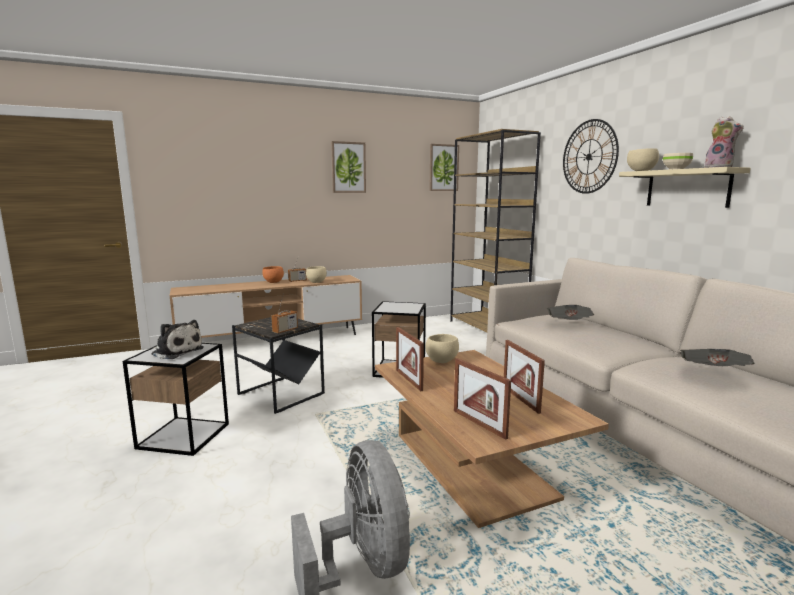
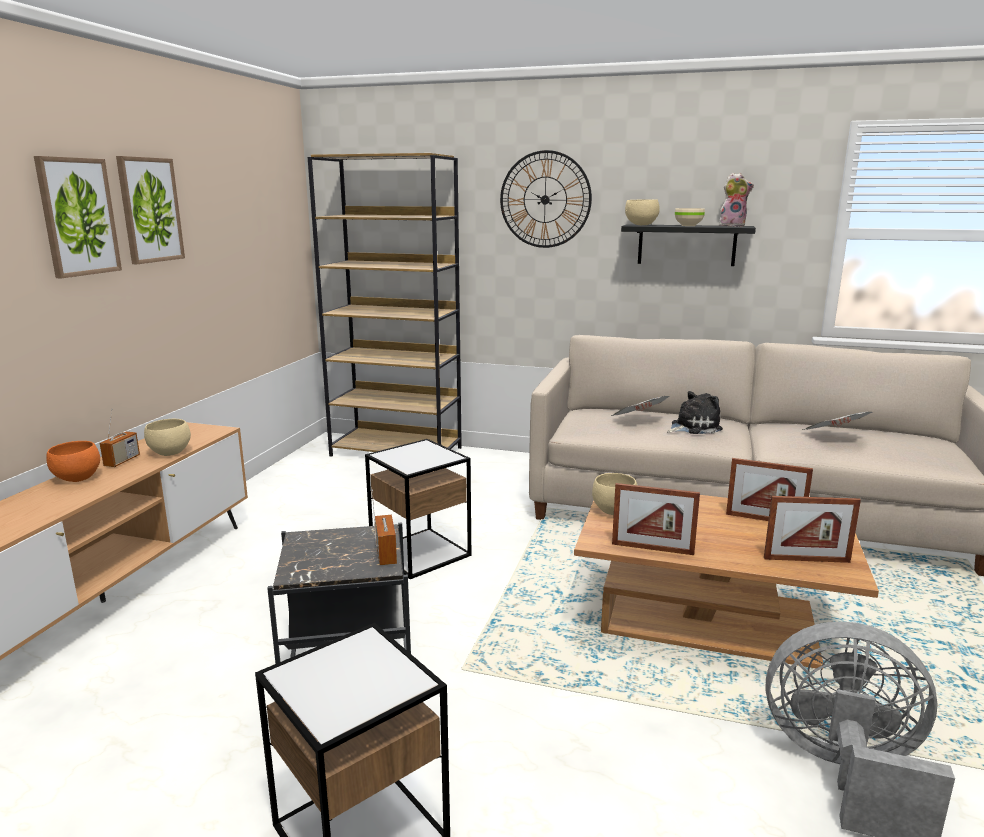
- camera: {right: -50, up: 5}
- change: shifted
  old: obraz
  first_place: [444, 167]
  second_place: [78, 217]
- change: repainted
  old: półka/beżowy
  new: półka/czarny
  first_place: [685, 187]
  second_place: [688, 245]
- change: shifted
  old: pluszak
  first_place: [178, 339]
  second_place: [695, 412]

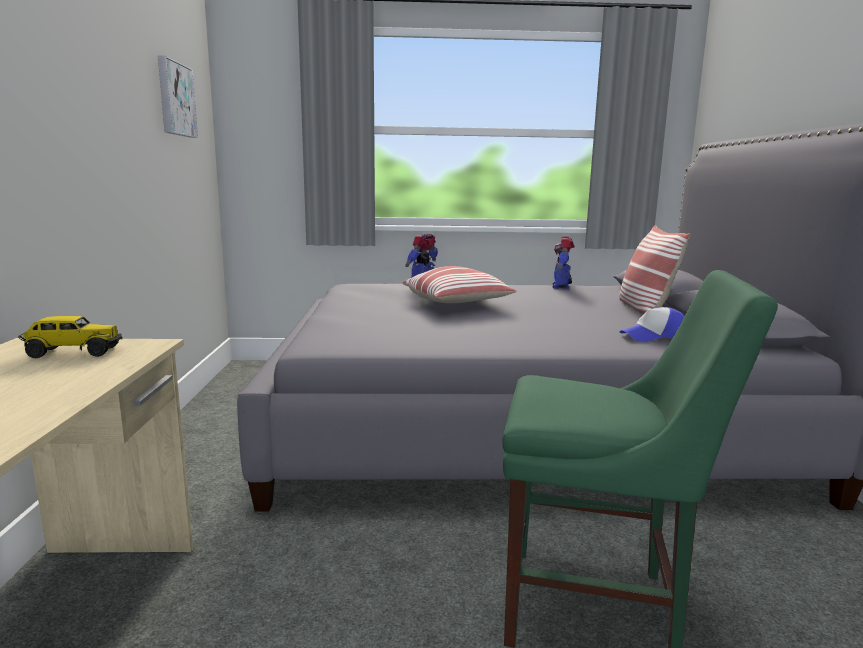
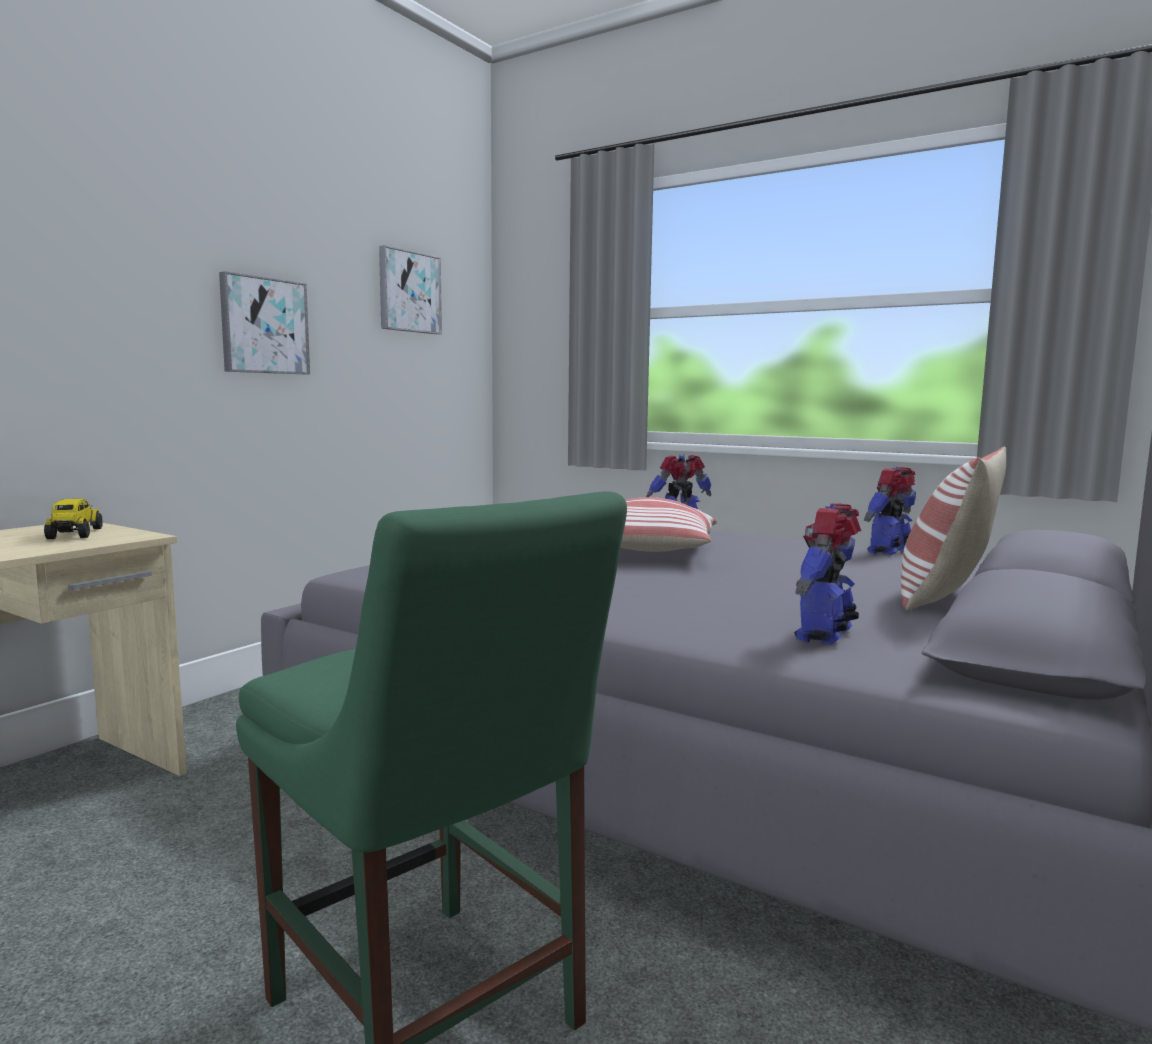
- camera: {right: 35, up: -5}
- change: rotated
  old: ciężarówka zabawkowa
  first_place: [70, 337]
  second_place: [73, 519]
  degrees: -135
- change: new
  new: obraz
  second_place: [264, 322]
- change: swapped
  old: czapka z daszkiem
  new: robot zabawkowy
  first_place: [652, 324]
  second_place: [827, 574]

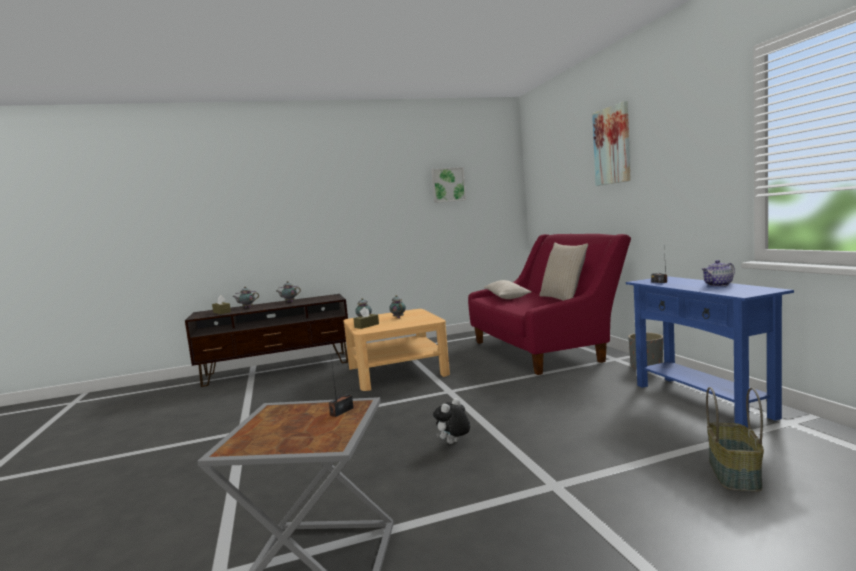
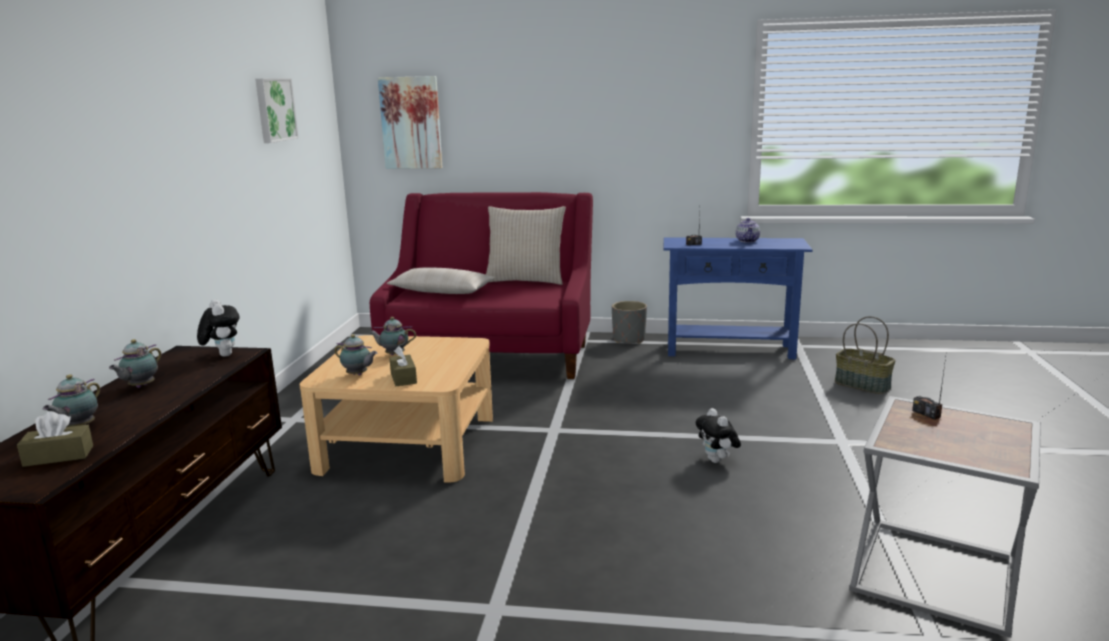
- camera: {right: -65, up: 10}
- change: new
  new: pluszak
  second_place: [218, 328]
- change: shifted
  old: obraz
  first_place: [611, 143]
  second_place: [410, 122]

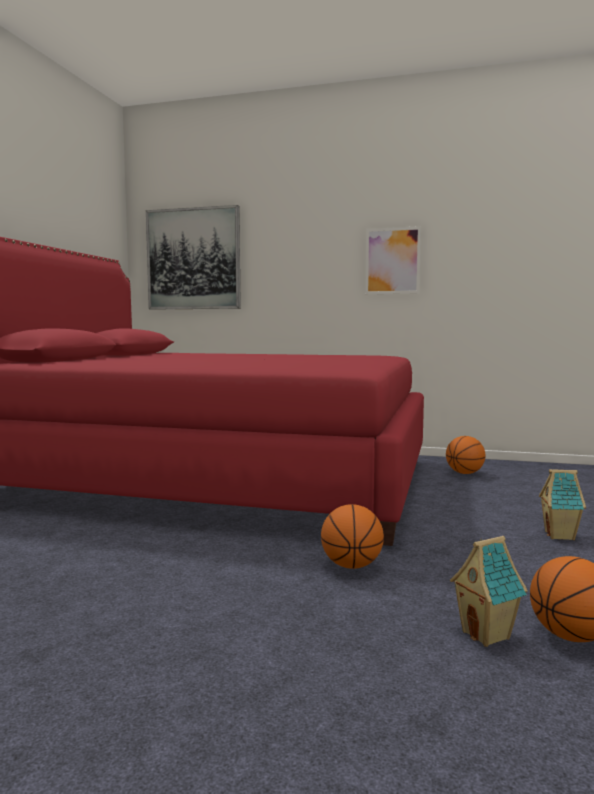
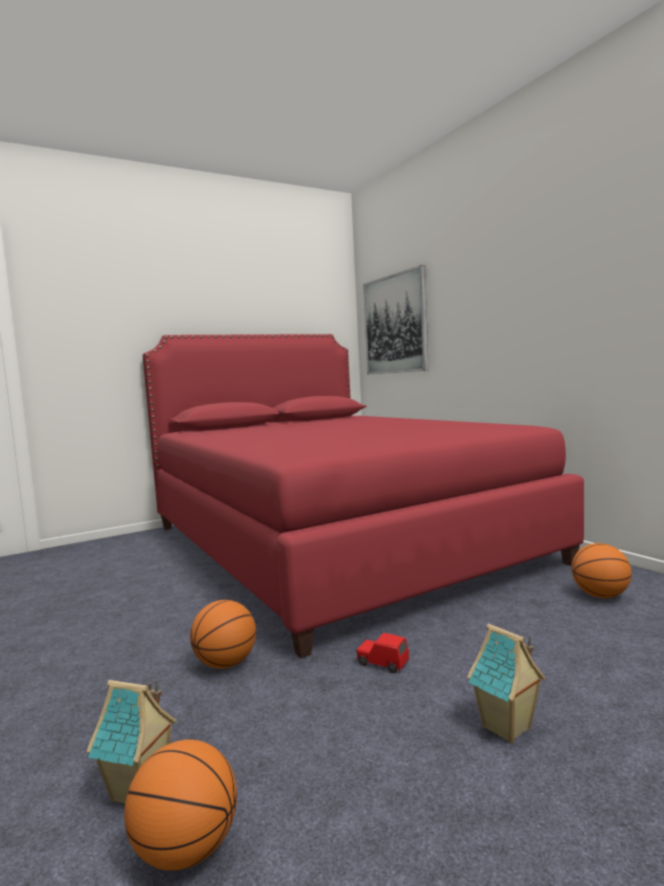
- camera: {right: 45, up: 0}
- change: new
  new: samochodzik/czerwony
  second_place: [382, 653]
- change: gone
  old: obraz
  first_place: [393, 260]

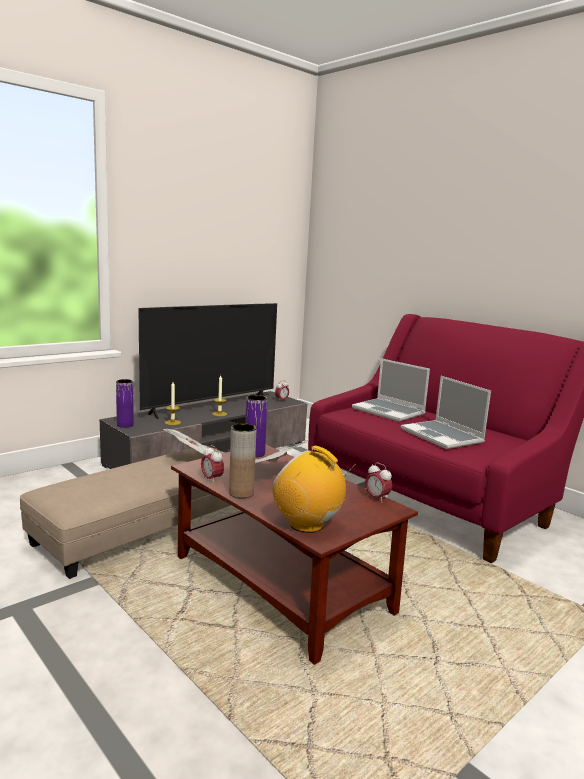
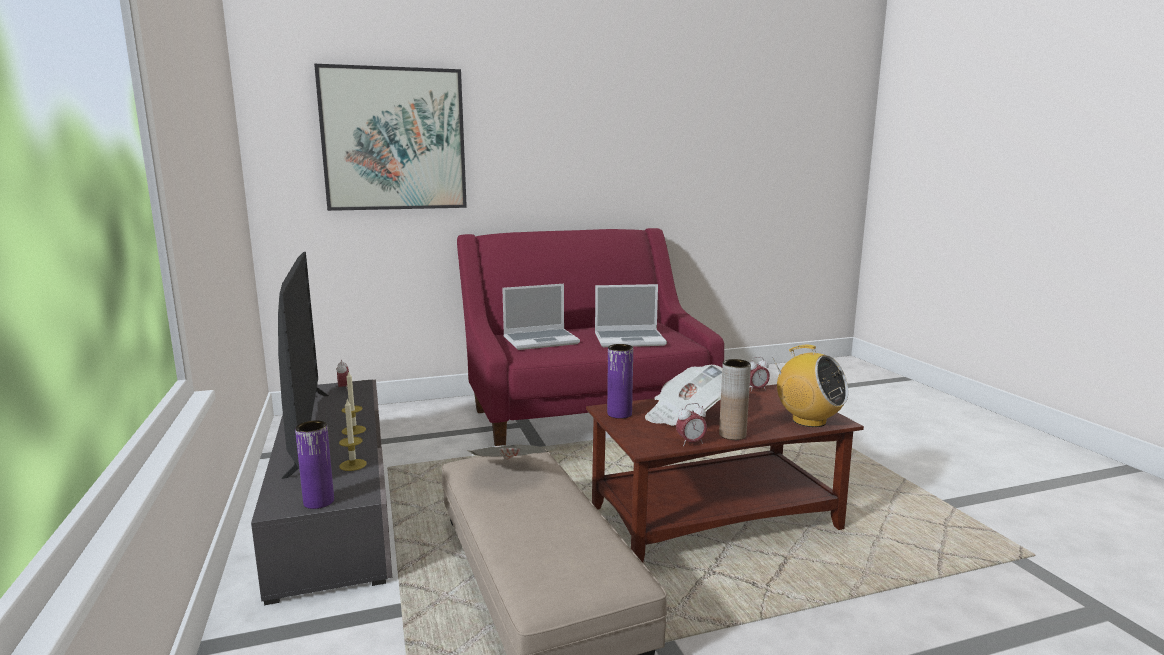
- camera: {right: -65, up: 0}
- change: new
  new: obraz
  second_place: [390, 137]
- change: rotated
  old: radio
  first_place: [314, 489]
  second_place: [810, 386]
  degrees: -105

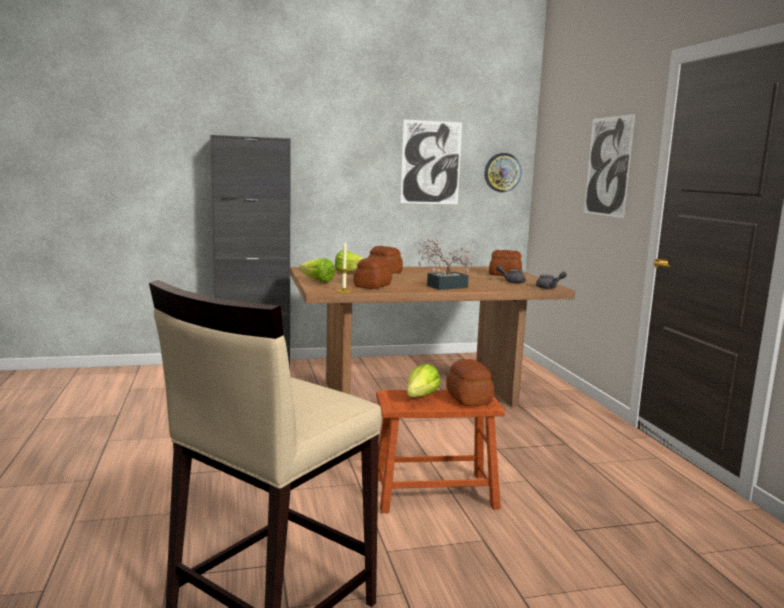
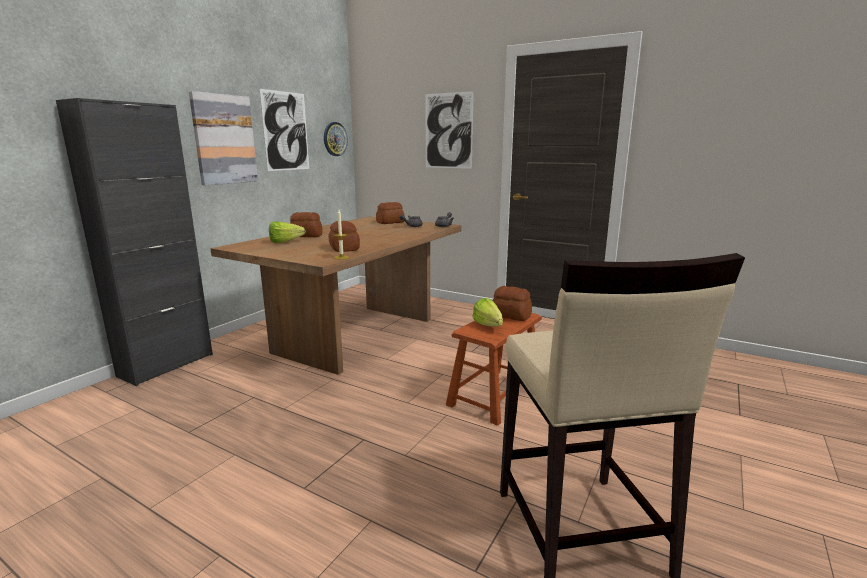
- camera: {right: -45, up: 5}
- change: new
  new: obraz
  second_place: [223, 138]
- change: gone
  old: sałata
  first_place: [317, 270]
- change: gone
  old: roślina doniczkowa
  first_place: [445, 264]

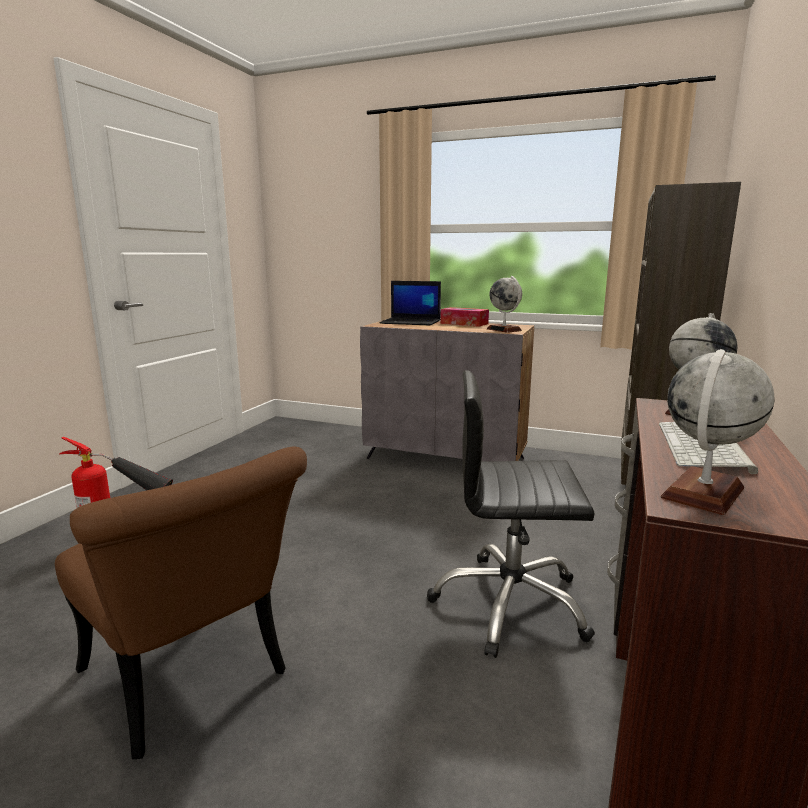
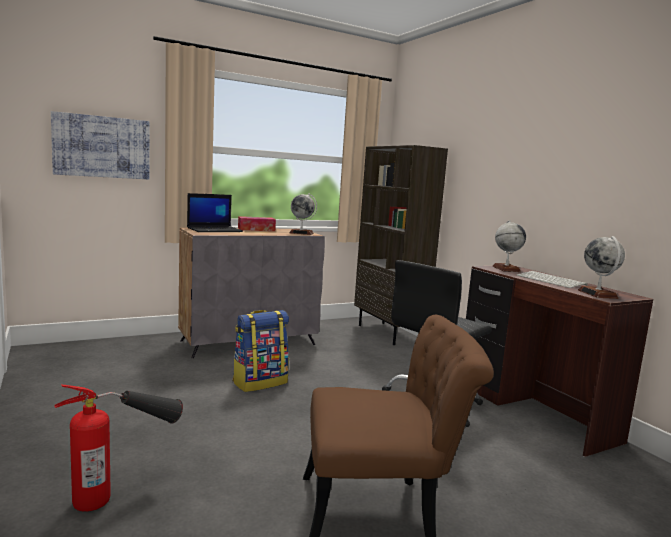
- camera: {right: -50, up: -5}
- change: new
  new: obraz
  second_place: [100, 145]
- change: new
  new: plecak
  second_place: [261, 351]

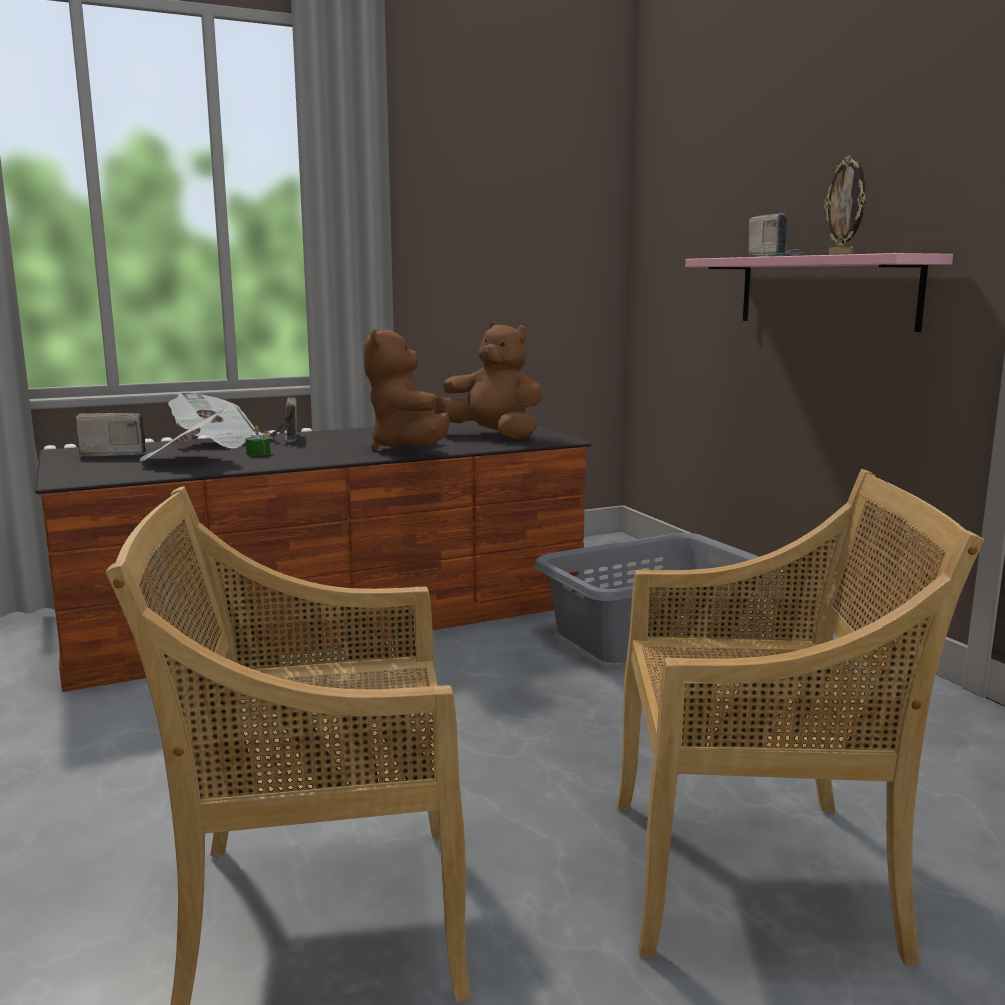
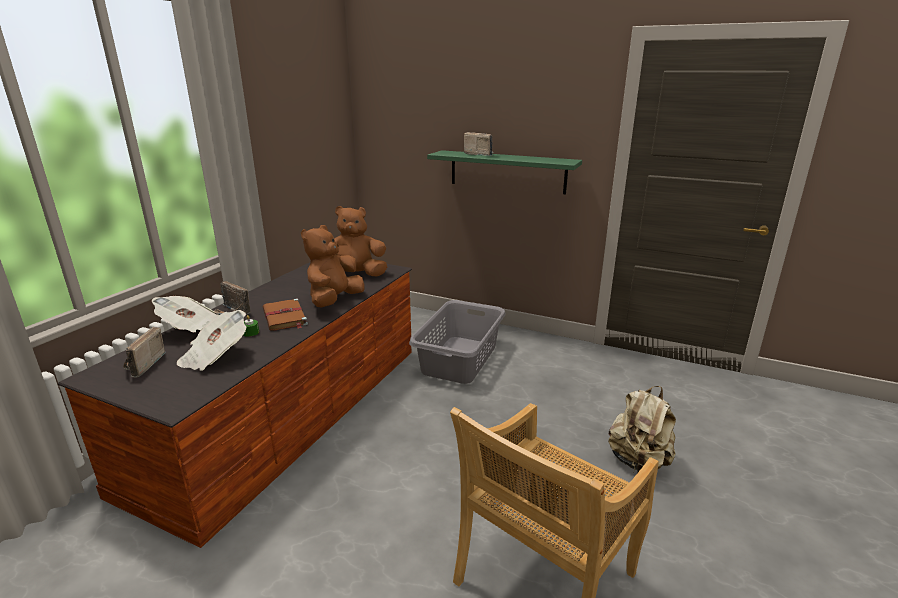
- camera: {right: -40, up: 10}
- change: rotated
  old: radio
  first_place: [111, 434]
  second_place: [144, 352]
  degrees: -45
- change: new
  new: książka/brązowy
  second_place: [285, 314]
- change: rotated
  old: pluszak/brązowy
  first_place: [406, 390]
  second_place: [332, 266]
  degrees: 75
- change: repainted
  old: półka/różowy
  new: półka/zielony
  first_place: [819, 292]
  second_place: [504, 172]
- change: swapped
  old: krzesło/beżowy
  new: plecak/beżowy
  first_place: [800, 717]
  second_place: [642, 429]
- change: gone
  old: ramka na zdjęcie
  first_place: [845, 205]

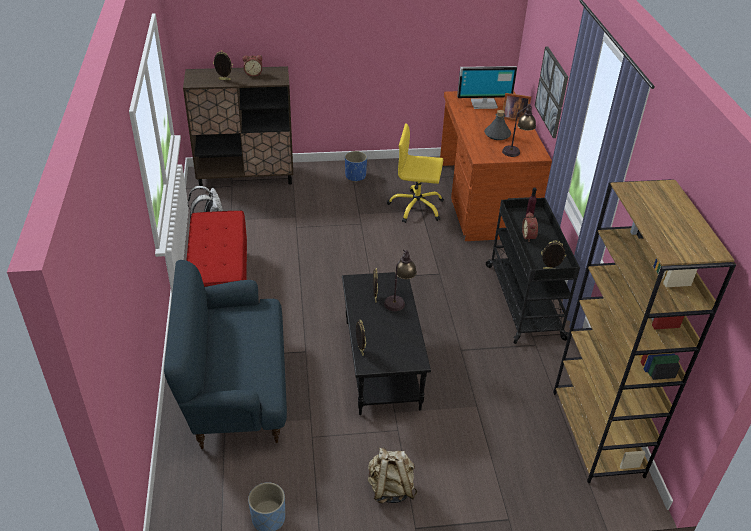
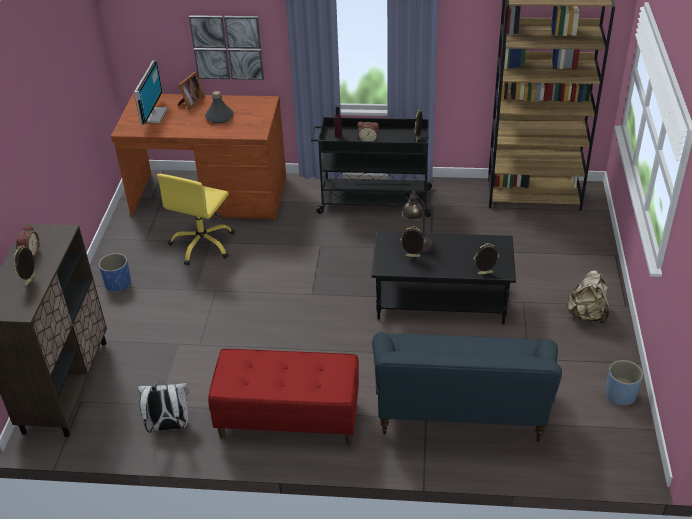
- camera: {right: -75, up: 0}
- change: gone
  old: lampa stołowa
  first_place: [519, 130]

